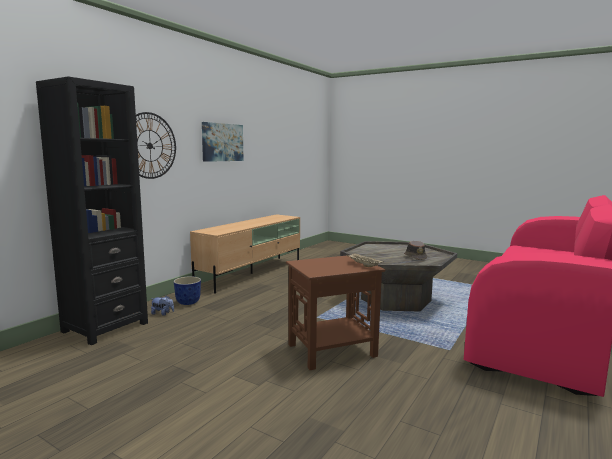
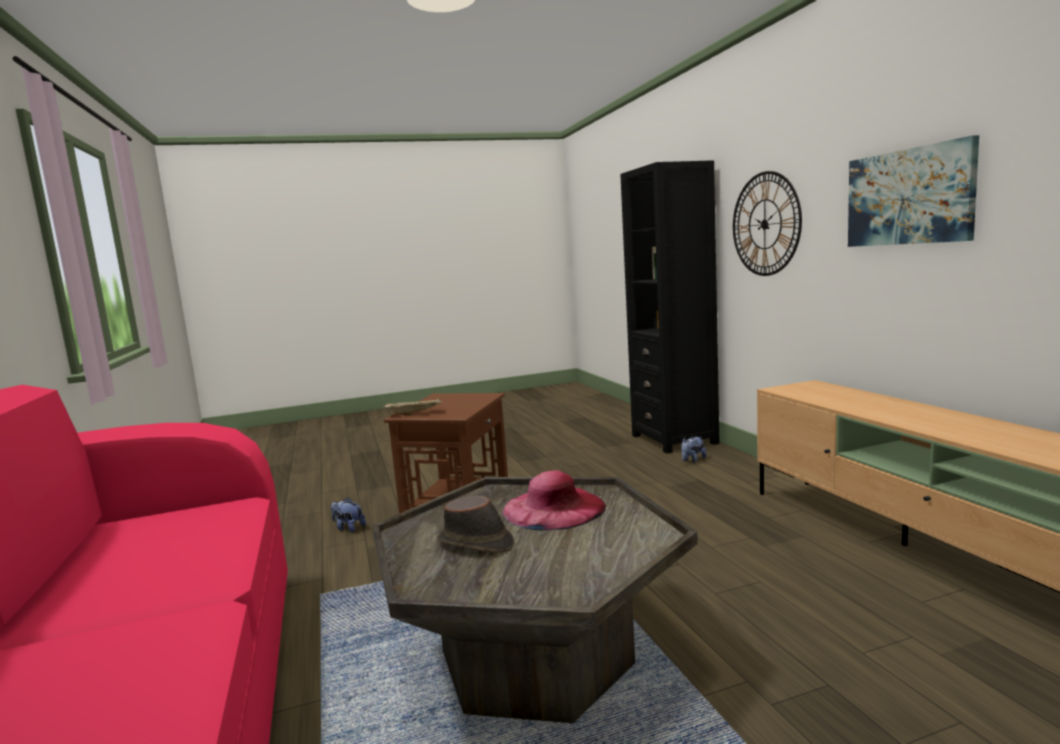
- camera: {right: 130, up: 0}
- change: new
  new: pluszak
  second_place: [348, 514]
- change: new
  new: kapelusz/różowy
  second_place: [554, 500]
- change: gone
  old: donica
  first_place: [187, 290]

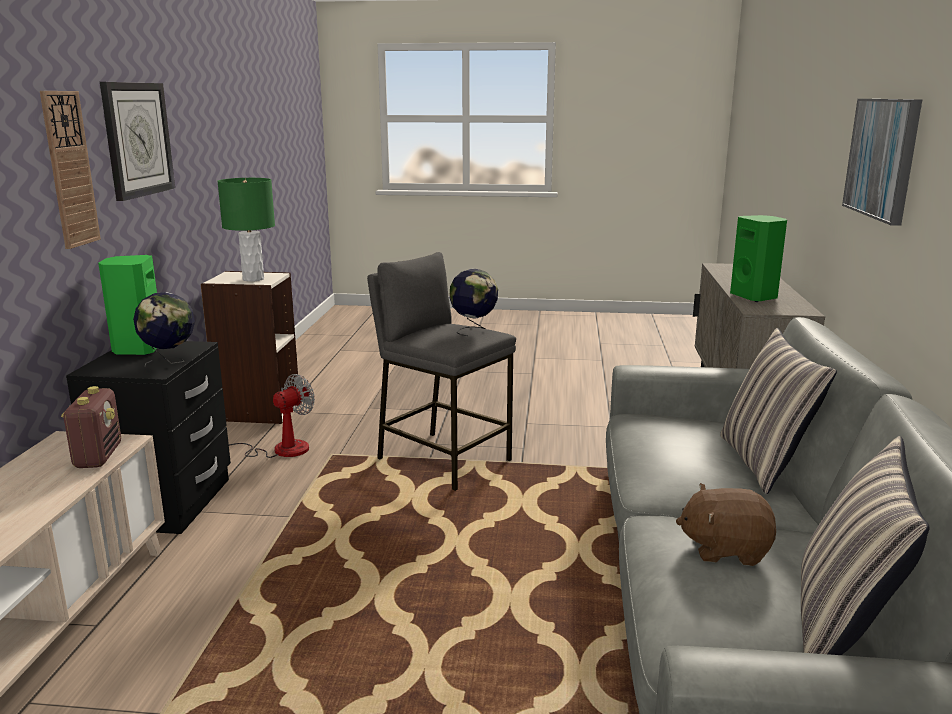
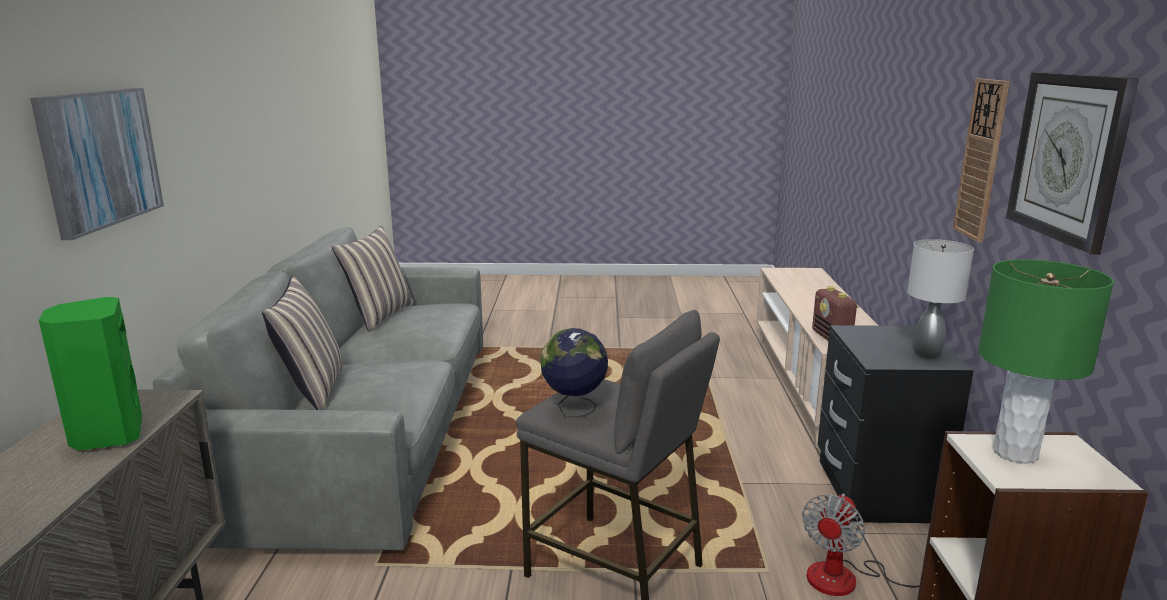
- camera: {right: 175, up: 0}
- change: swapped
  old: głośnik/zielony
  new: lampa stołowa/szary
  first_place: [127, 305]
  second_place: [940, 299]
- change: gone
  old: globus
  first_place: [164, 329]
- change: gone
  old: pluszak/brązowy
  first_place: [726, 524]

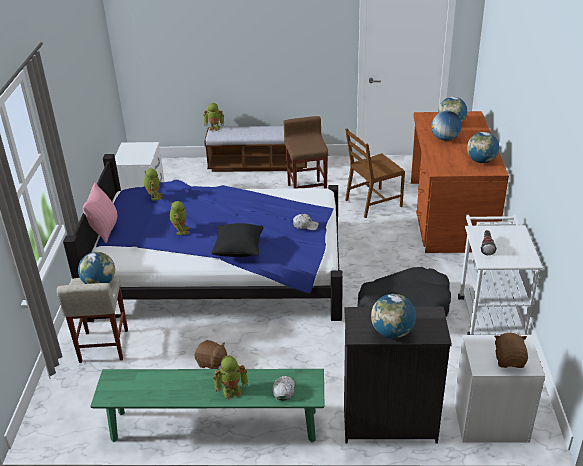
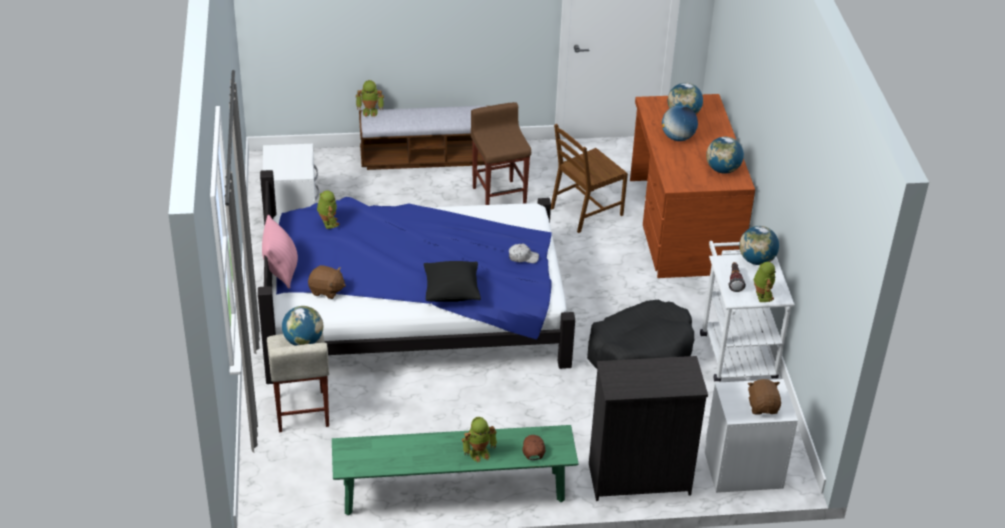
- camera: {right: -10, up: 5}
- change: shifted
  old: pluszak/brązowy
  first_place: [211, 354]
  second_place: [327, 282]
- change: repainted
  old: czapka z daszkiem/biały
  new: czapka z daszkiem/brązowy
  first_place: [283, 388]
  second_place: [534, 447]
- change: shifted
  old: globus
  first_place: [393, 316]
  second_place: [759, 245]
- change: shifted
  old: robot zabawkowy
  first_place: [180, 218]
  second_place: [765, 282]

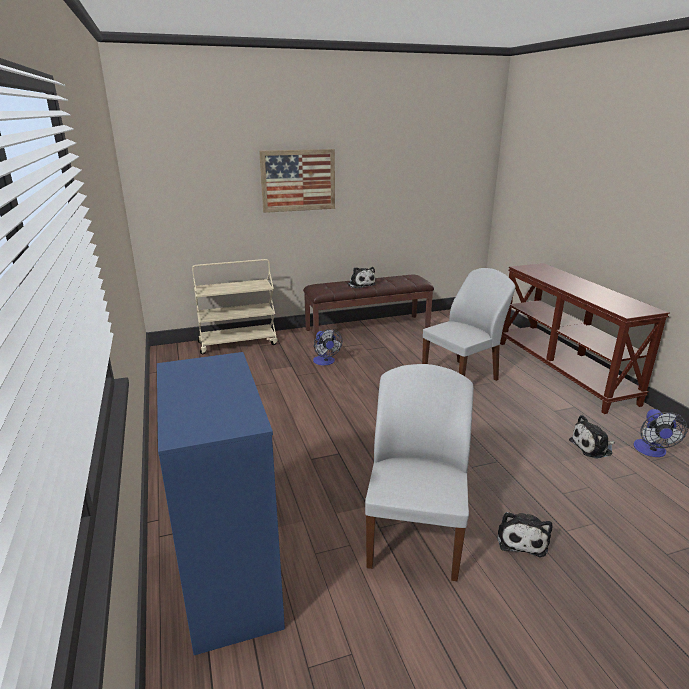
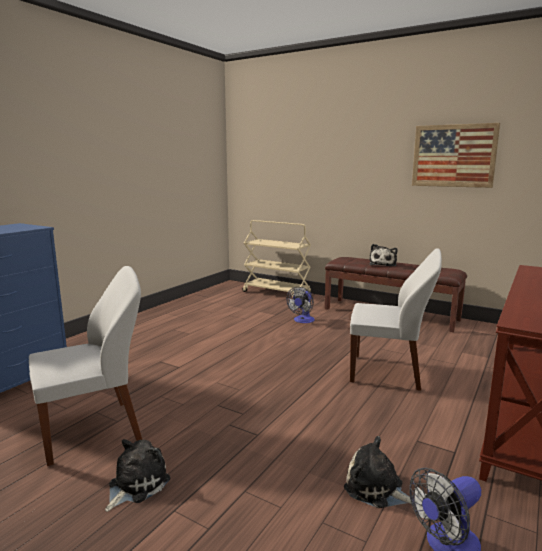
- camera: {right: 50, up: -10}
- change: rotated
  old: pluszak
  first_place: [524, 534]
  second_place: [137, 475]
  degrees: 150
- change: shifted
  old: obraz
  first_place: [297, 181]
  second_place: [456, 155]

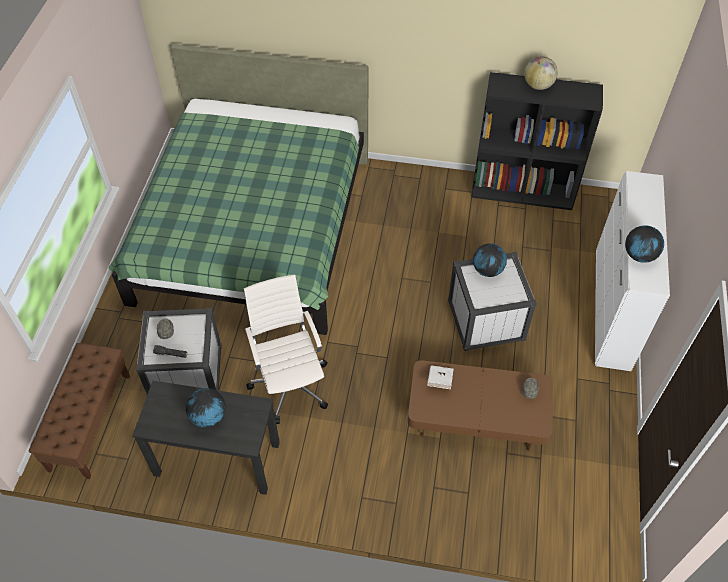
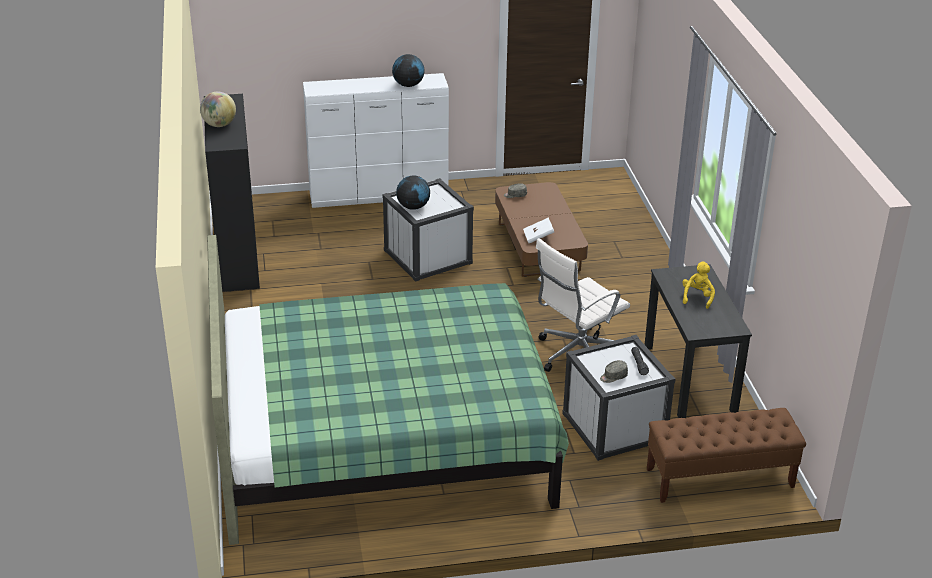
- camera: {right: -110, up: -20}
- change: swapped
  old: globus
  new: pluszak/żółty
  first_place: [206, 408]
  second_place: [698, 285]

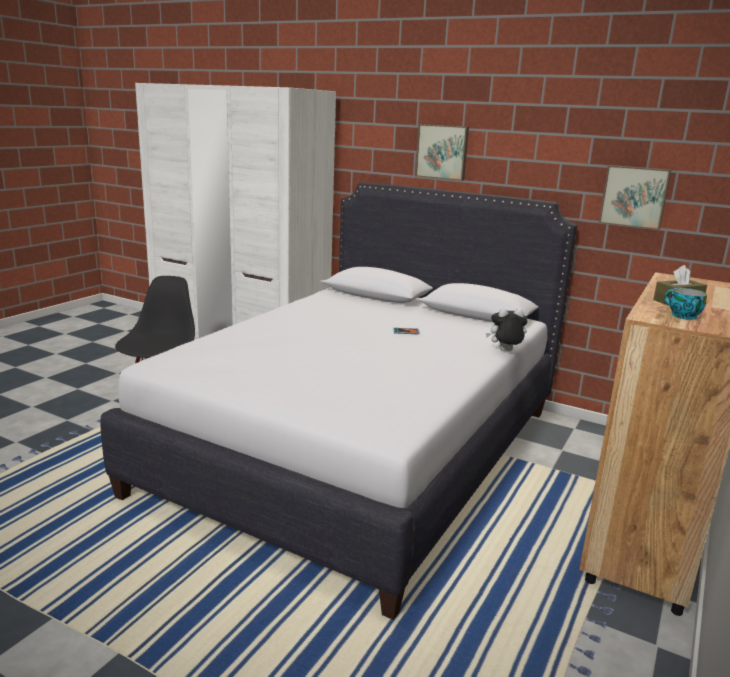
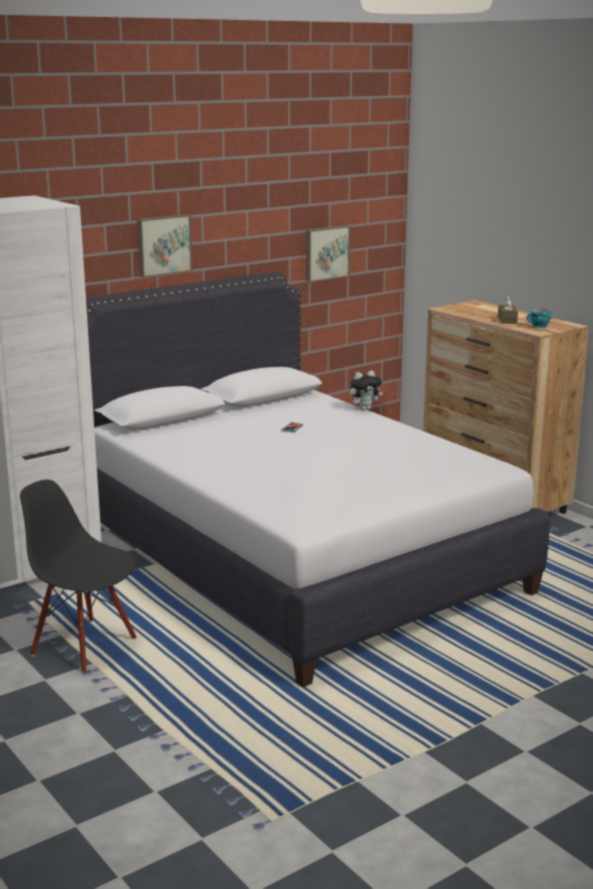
- camera: {right: -65, up: 0}
- change: rotated
  old: pluszak
  first_place: [507, 329]
  second_place: [366, 390]
  degrees: -135

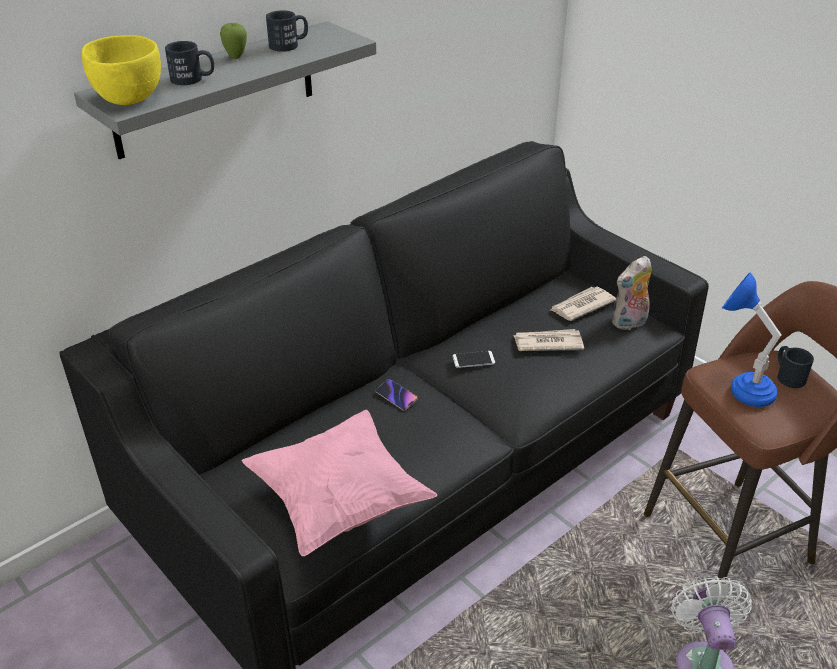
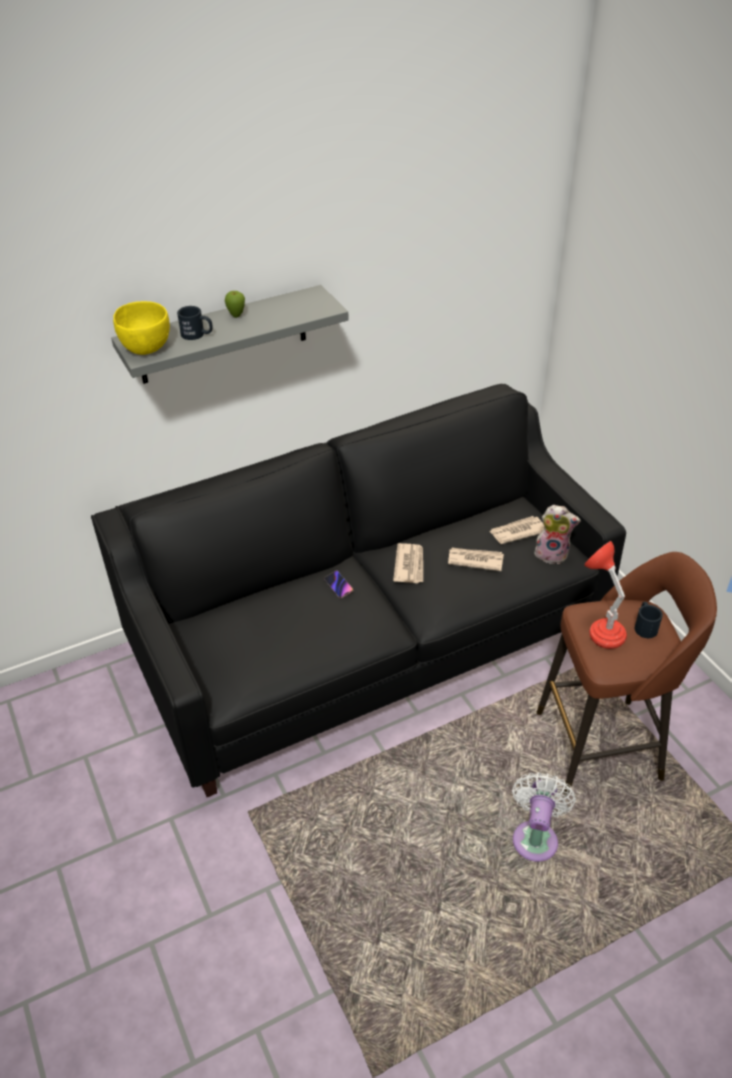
- camera: {right: 15, up: 5}
- change: swapped
  old: telefon
  new: gazeta
  first_place: [473, 359]
  second_place: [408, 563]
- change: rotated
  old: pluszak
  first_place: [632, 293]
  second_place: [557, 534]
  degrees: -150
- change: repainted
  old: lampa stołowa/niebieski
  new: lampa stołowa/czerwony
  first_place: [752, 340]
  second_place: [605, 595]
- change: gone
  old: poduszka/różowy
  first_place: [339, 483]
- change: gone
  old: kubek/czarny
  first_place: [287, 31]

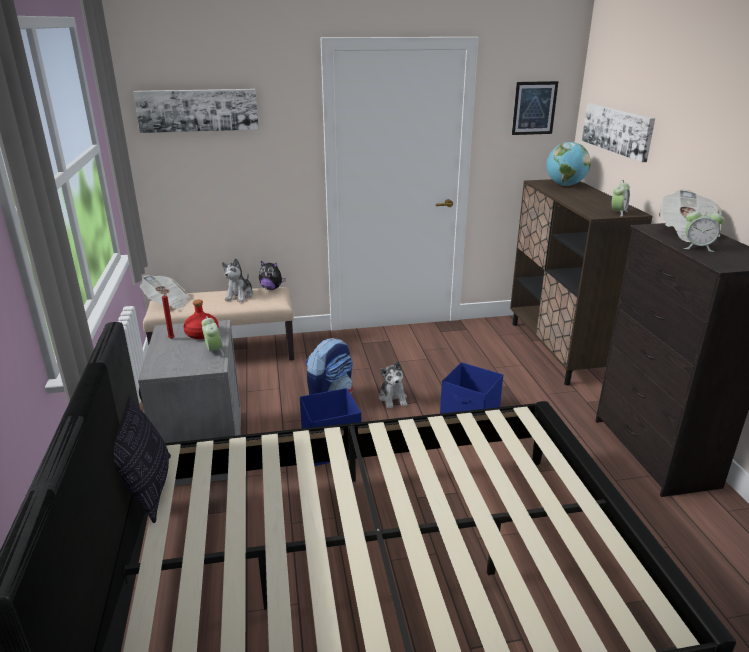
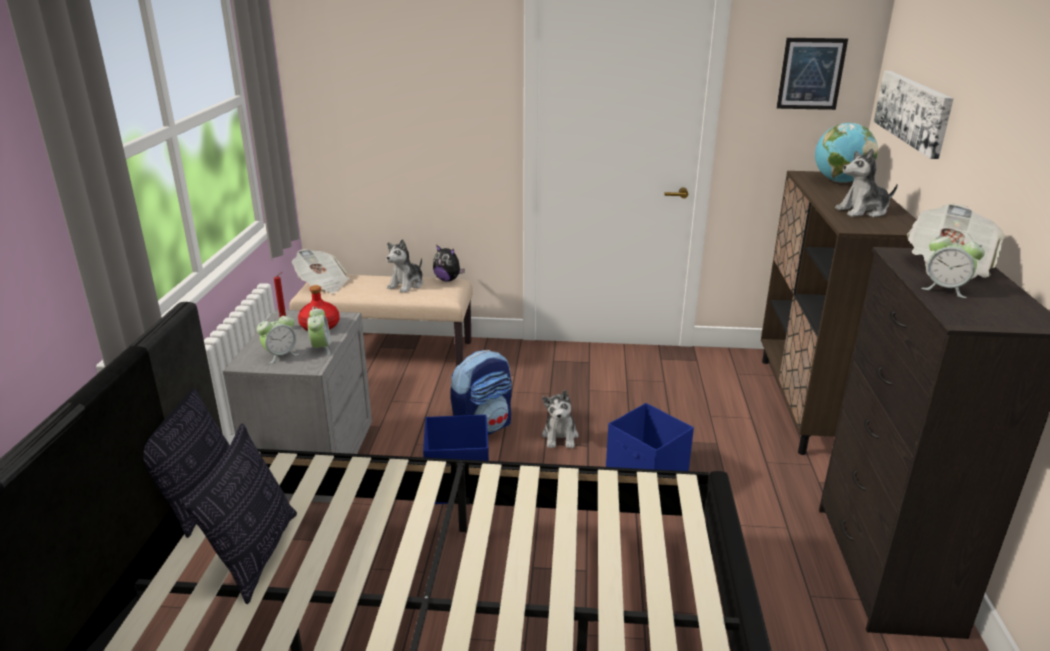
- camera: {right: 15, up: 0}
- change: new
  new: poduszka
  second_place: [238, 513]
- change: shifted
  old: budzik
  first_place: [621, 198]
  second_place: [278, 338]
- change: new
  new: pluszak
  second_place: [866, 182]
- change: gone
  old: obraz
  first_place: [196, 111]

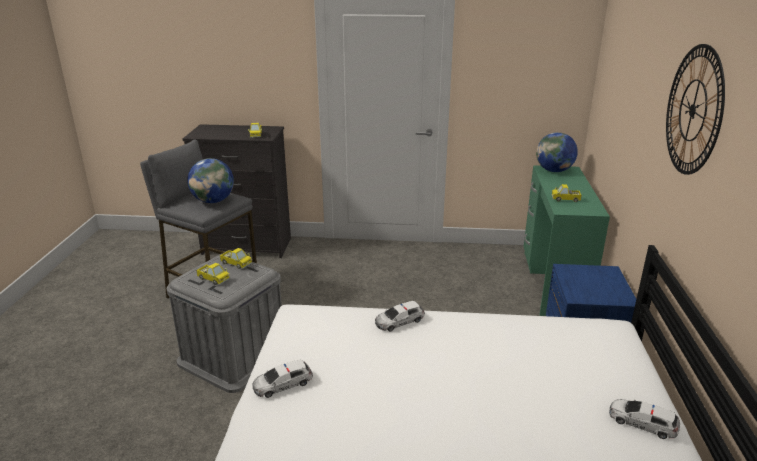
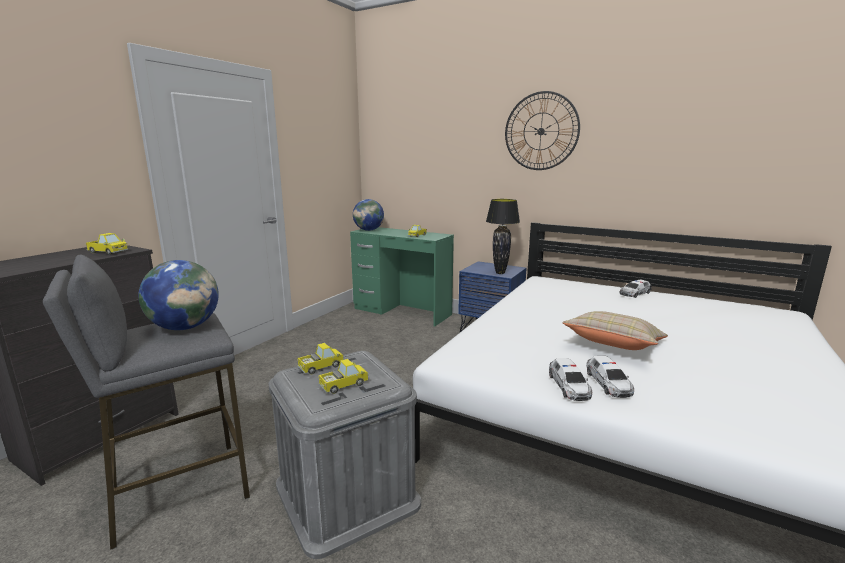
- camera: {right: -65, up: -10}
- change: new
  new: lampa stołowa/czarny
  second_place: [503, 236]
- change: new
  new: poduszka/beżowy
  second_place: [615, 330]
- change: shifted
  old: samochodzik
  first_place: [400, 316]
  second_place: [610, 377]

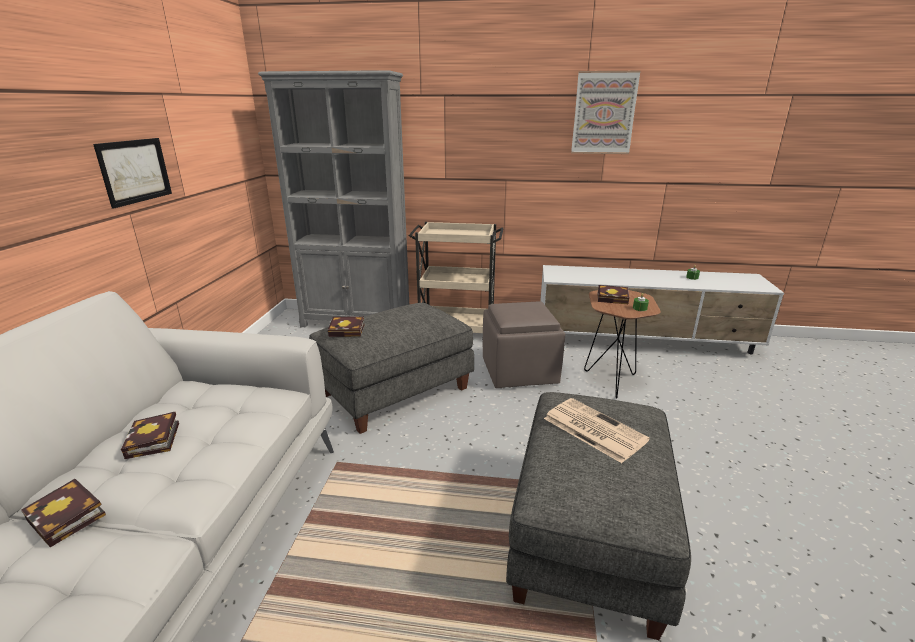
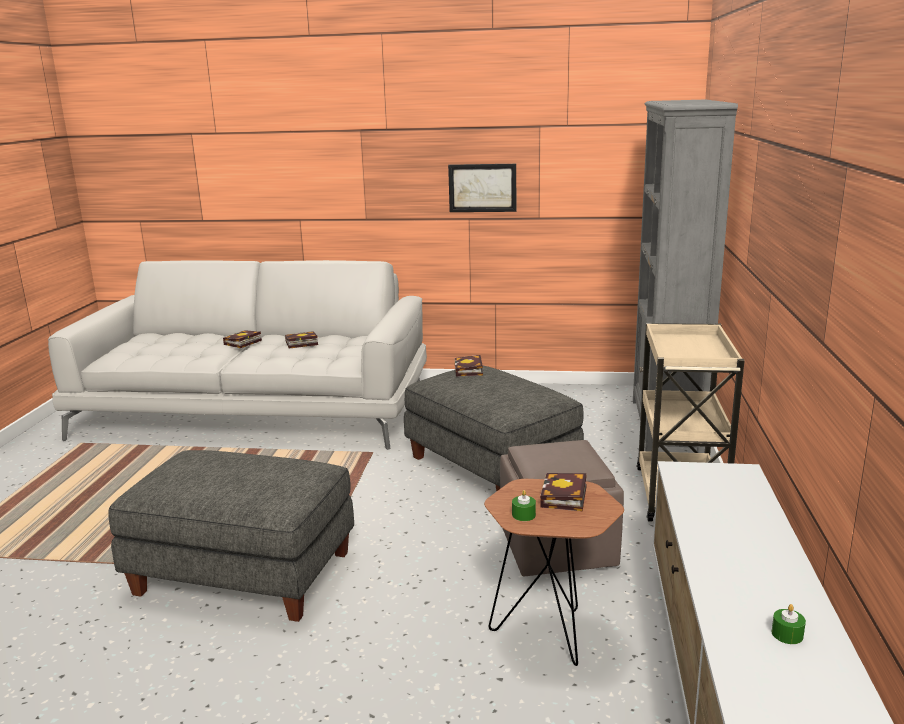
- camera: {right: 90, up: -5}
- change: gone
  old: gazeta
  first_place: [597, 430]
- change: gone
  old: obraz
  first_place: [606, 112]

